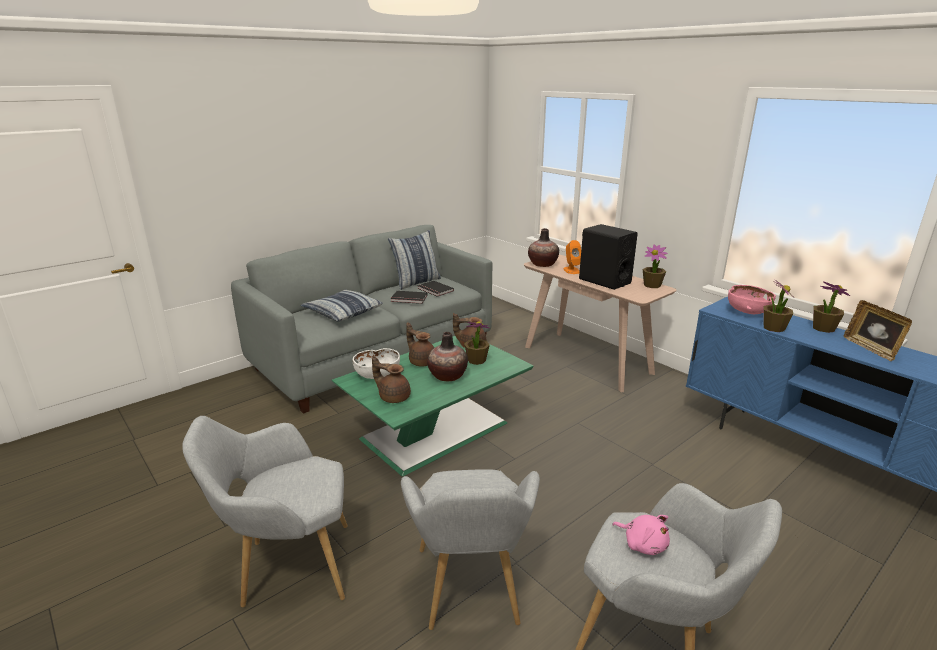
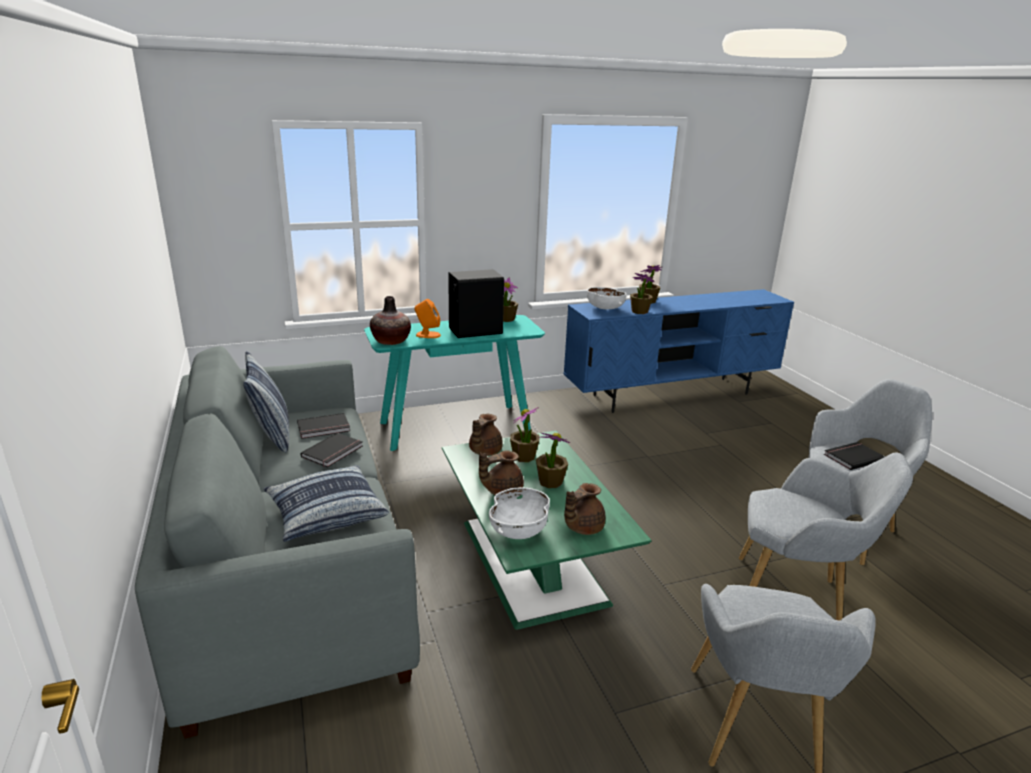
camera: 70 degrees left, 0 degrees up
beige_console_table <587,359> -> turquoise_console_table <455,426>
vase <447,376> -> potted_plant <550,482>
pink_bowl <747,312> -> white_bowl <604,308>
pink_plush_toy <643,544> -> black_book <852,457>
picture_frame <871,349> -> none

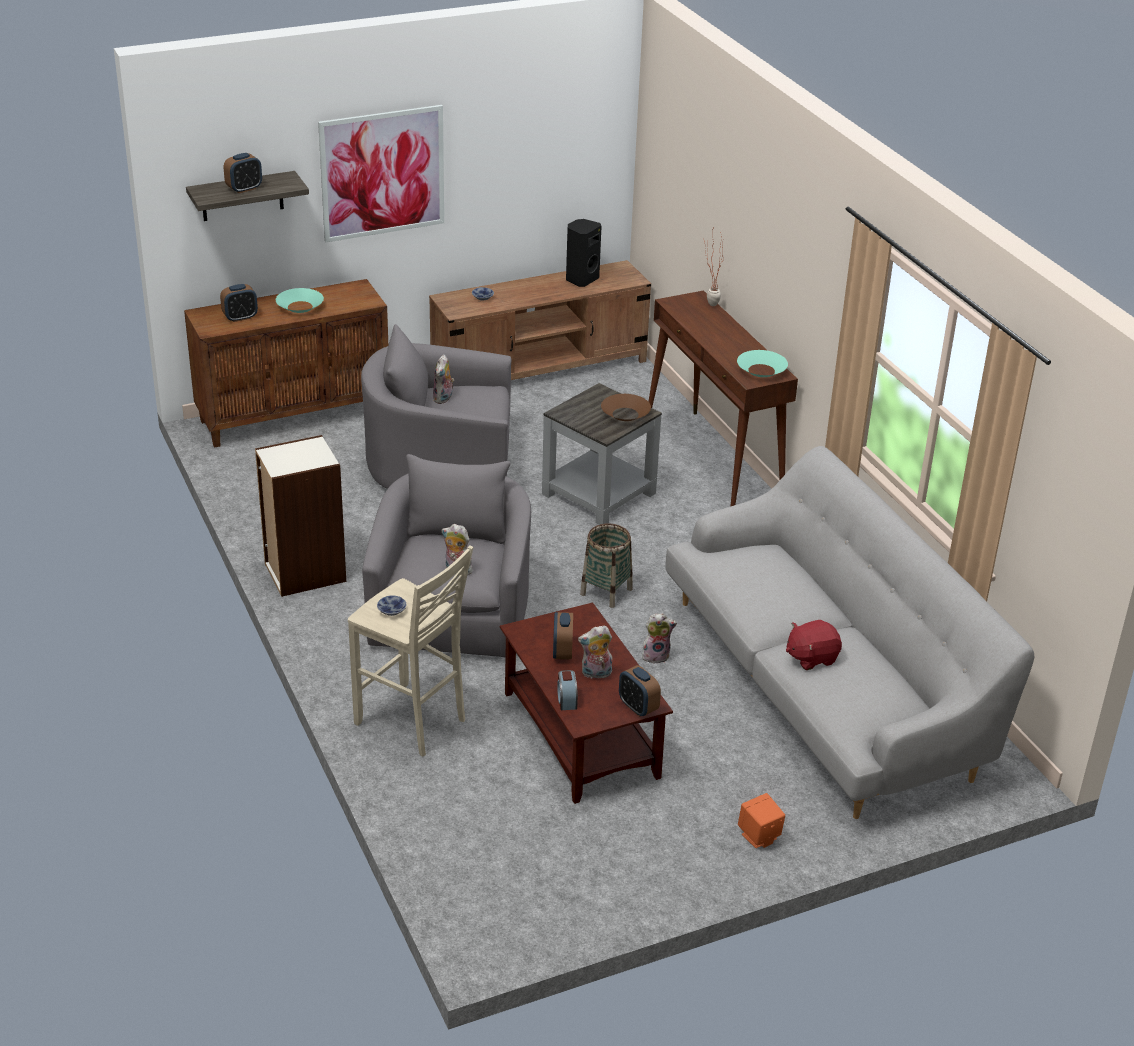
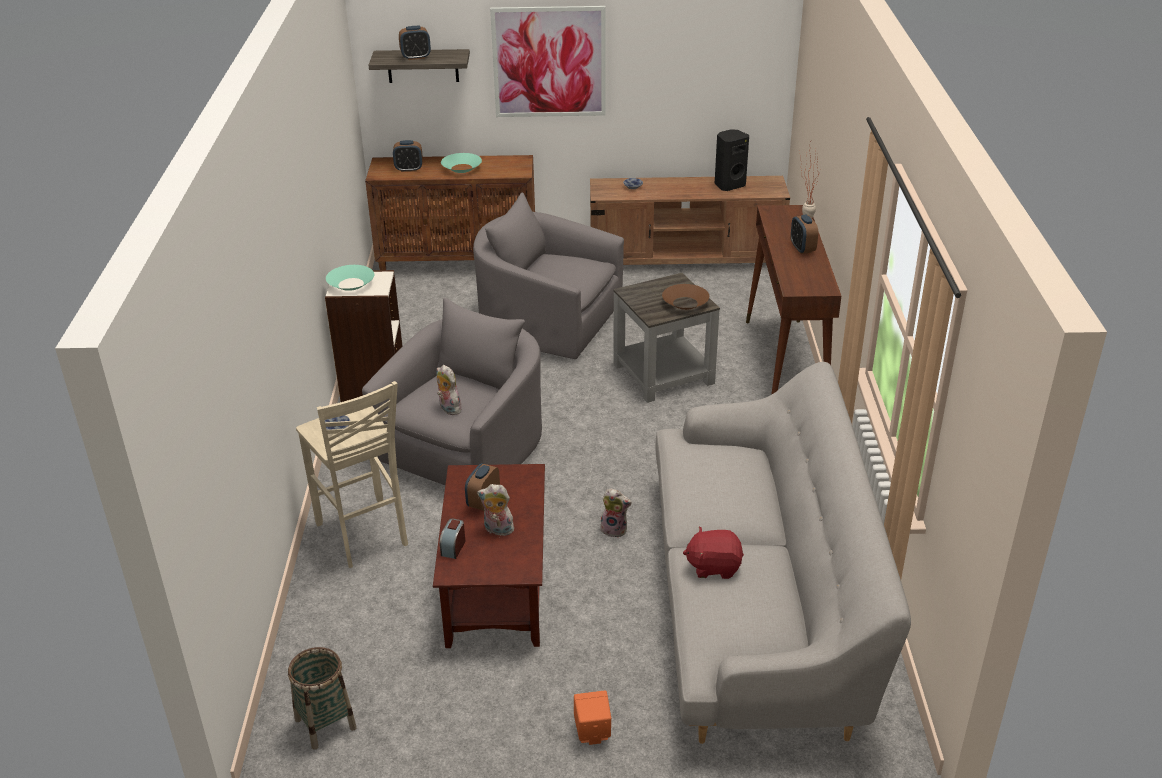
camera: 25 degrees right, 0 degrees up
basket <606,592> -> basket <325,723>, move
turquoise_bowl <761,370> -> turquoise_bowl <350,284>, move
alarm_clock <638,707> -> alarm_clock <802,249>, move
plush_toy <443,399> -> none

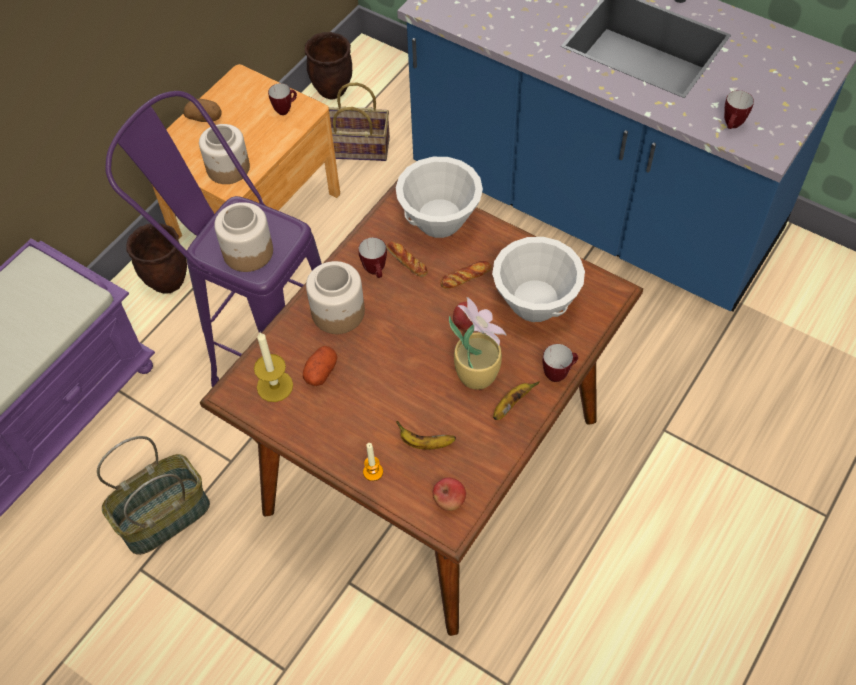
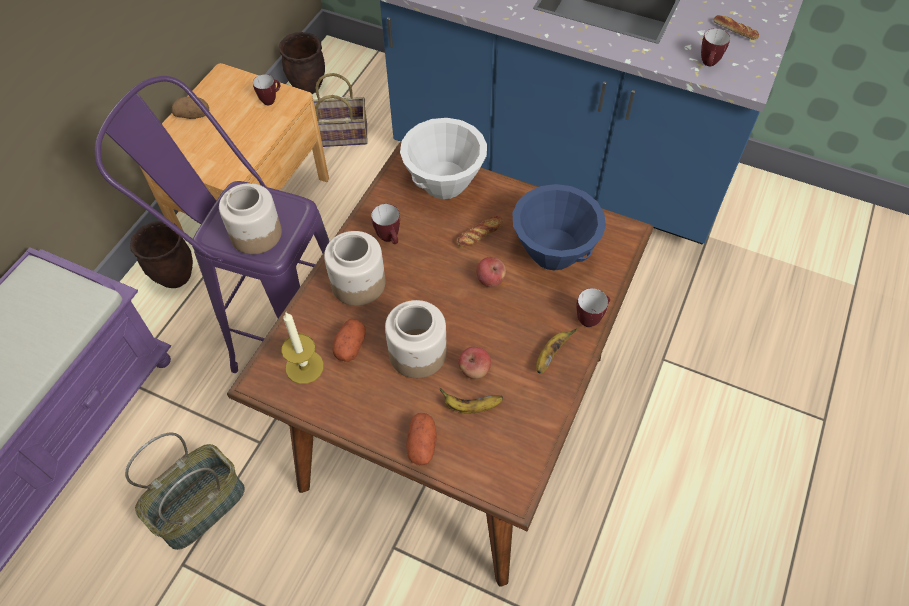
camera: 10 degrees left, 0 degrees up
jar <229,168> -> jar <418,353>, move
candle <373,472> -> potato <422,444>
apple <449,501> -> apple <474,370>, move
white_bowl <535,303> -> blue_bowl <553,252>
bread <407,261> -> bread <734,30>, move
potted_plant <476,373> -> none

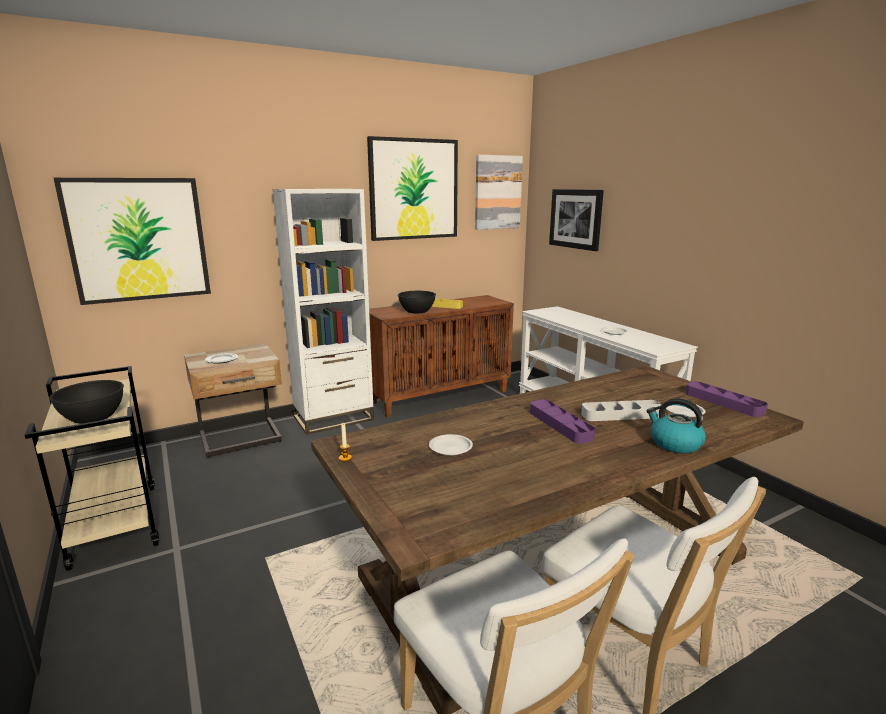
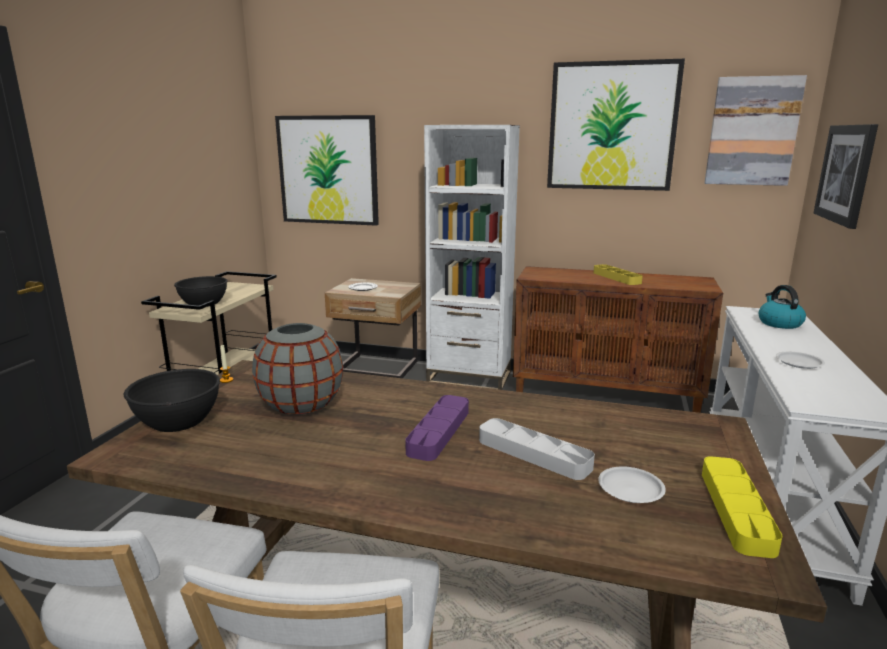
camera: 45 degrees right, 0 degrees up
black_bowl <417,311> -> black_bowl <178,421>, move
white_plate <451,448> -> grey_vase <301,406>
purple_tray <723,402> -> yellow_tray <736,509>
kettle <674,444> -> kettle <779,323>, move

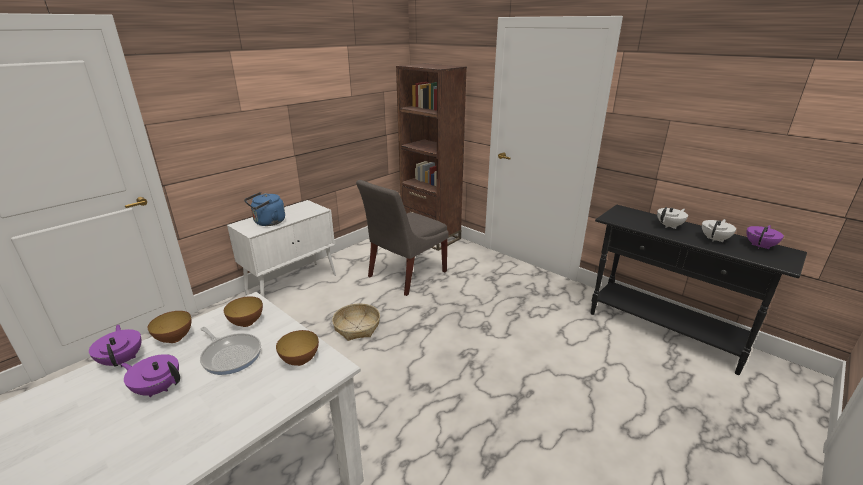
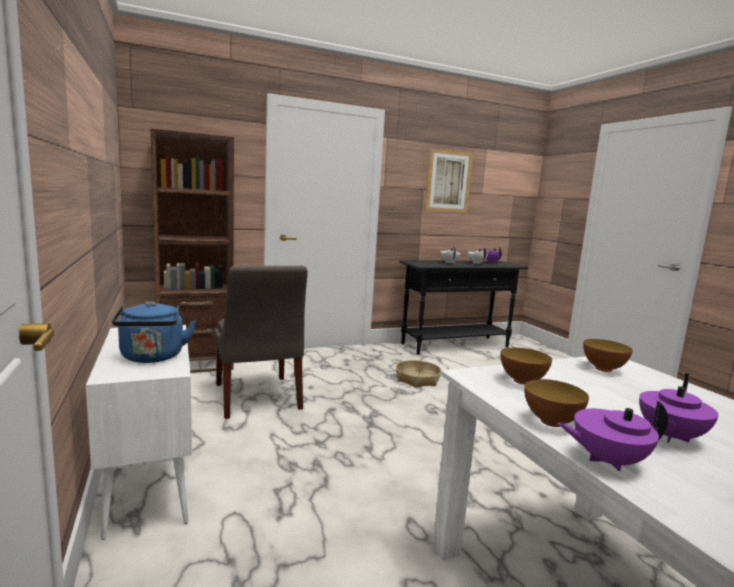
camera: 65 degrees left, 15 degrees down
basket <357,327> -> basket <417,379>, move
none -> picture <448,181>
frying_pan <231,355> -> none

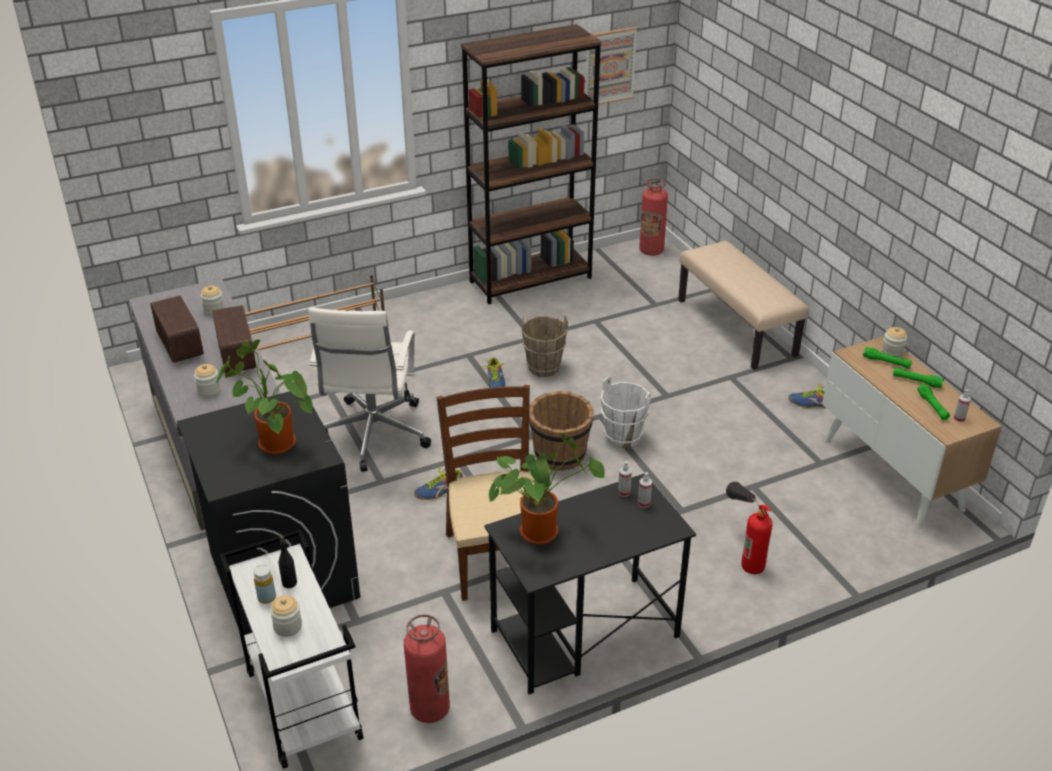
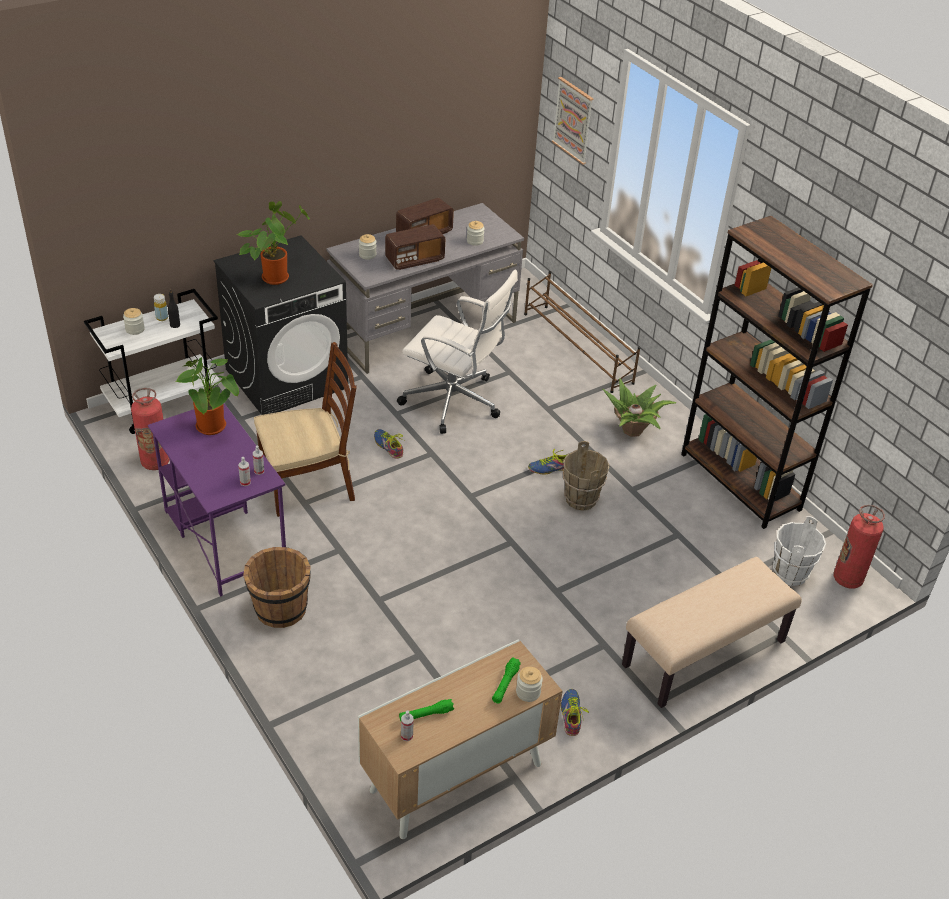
camera: 80 degrees right, 5 degrees up
black_desk <583,634> -> purple_desk <224,538>
brown_bucket <560,455> -> brown_bucket <280,609>, move
white_office_chair <372,435> -> white_office_chair <454,402>, 150 degrees counterclockwise
picture <609,66> -> picture <573,120>, move
none -> potted_plant <633,430>
white_bucket <622,437> -> white_bucket <789,574>, move
fire_extinguisher <744,550> -> none
green_flashlight <916,381> -> none

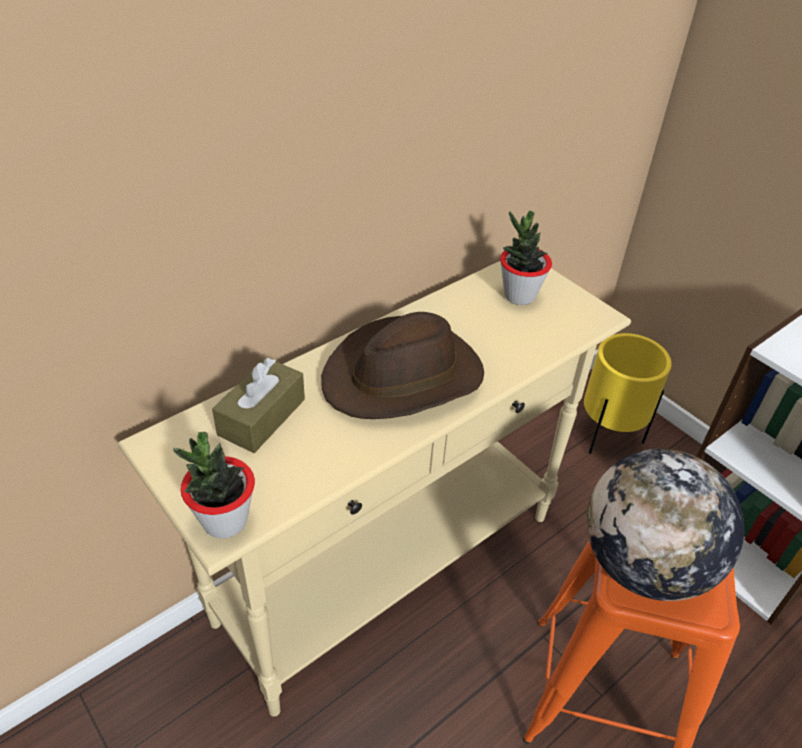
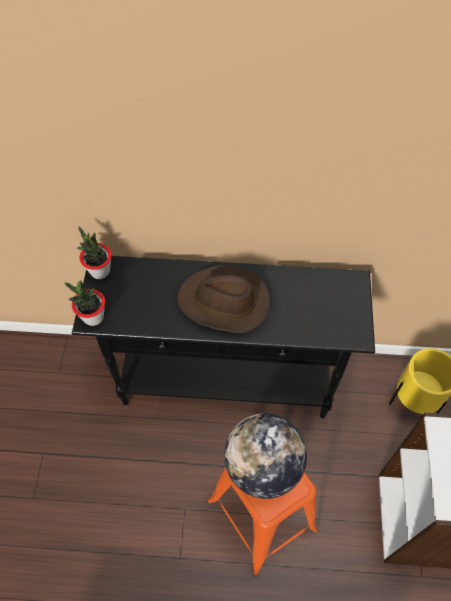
camera: 45 degrees right, 15 degrees up
beige_console_table <390,568> -> black_console_table <226,382>
potted_plant <519,296> -> potted_plant <100,271>, move
brown_tissue_box <262,417> -> none

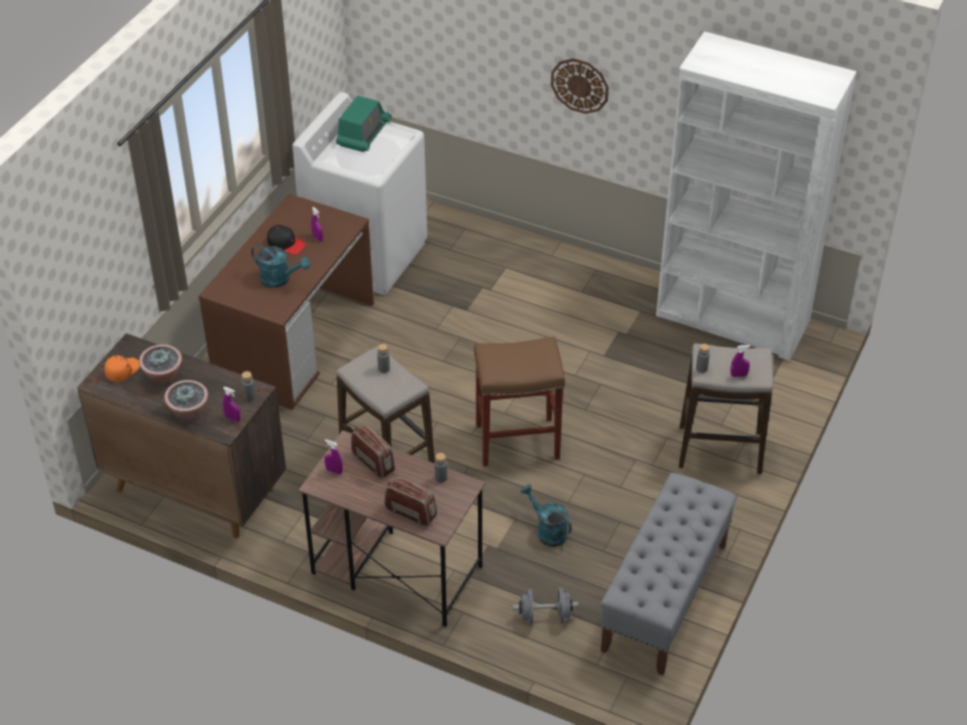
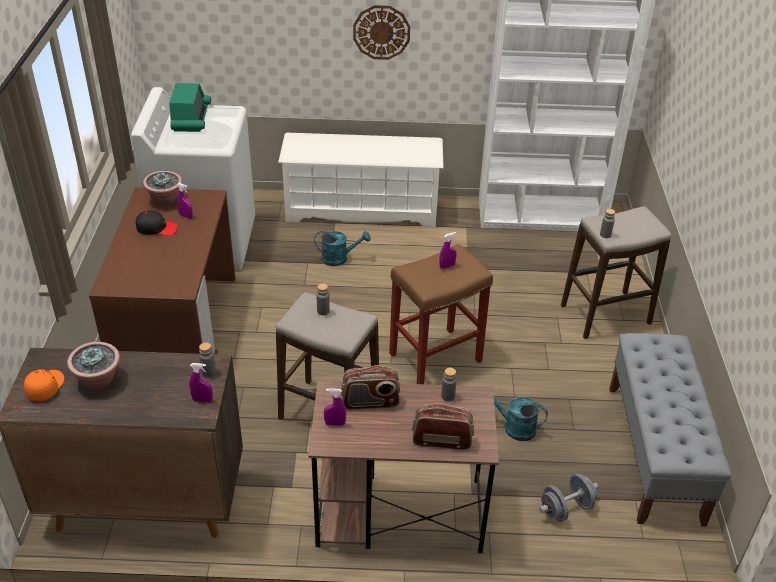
camera: 25 degrees left, 5 degrees down
potted_plant <189,413> -> potted_plant <165,200>, move
none -> white_shoe_rack <362,209>
turquoise_watering_can <280,279> -> turquoise_watering_can <339,258>, move
radio <373,462> -> radio <370,402>, 150 degrees clockwise
purple_spray_bottle <738,375> -> purple_spray_bottle <447,266>, move

